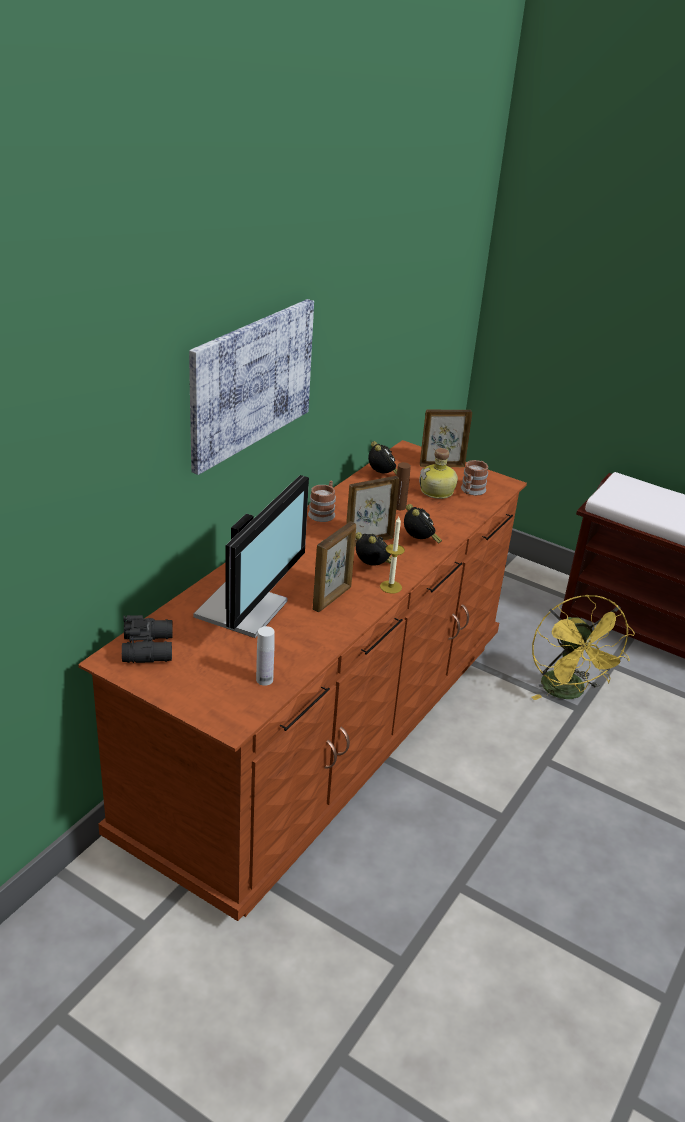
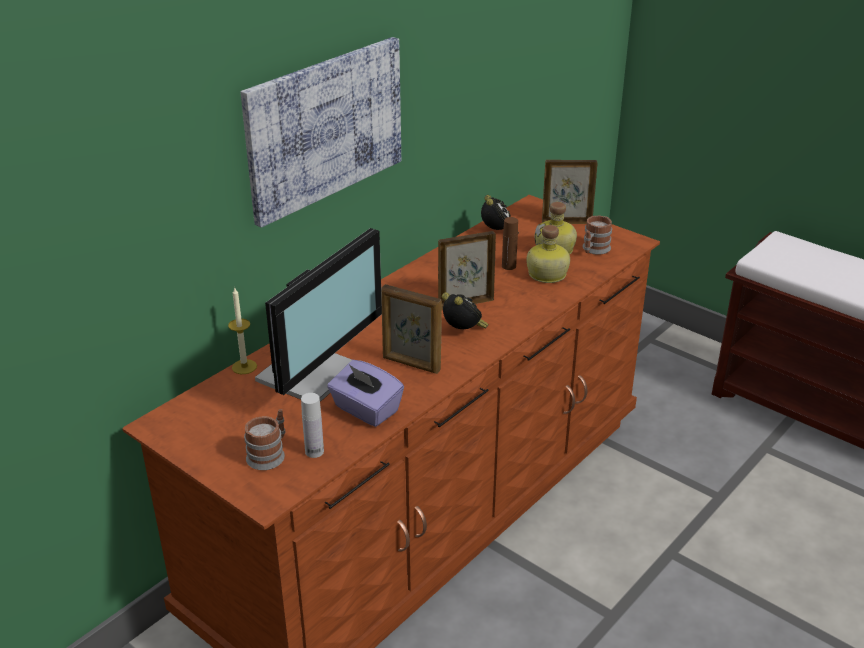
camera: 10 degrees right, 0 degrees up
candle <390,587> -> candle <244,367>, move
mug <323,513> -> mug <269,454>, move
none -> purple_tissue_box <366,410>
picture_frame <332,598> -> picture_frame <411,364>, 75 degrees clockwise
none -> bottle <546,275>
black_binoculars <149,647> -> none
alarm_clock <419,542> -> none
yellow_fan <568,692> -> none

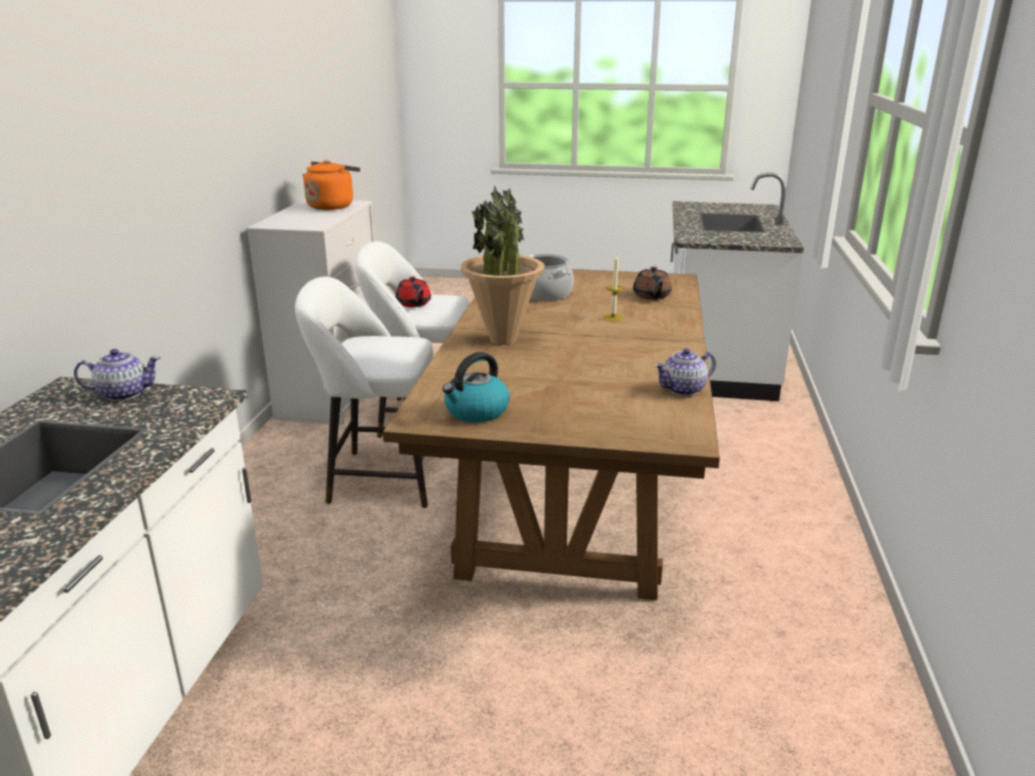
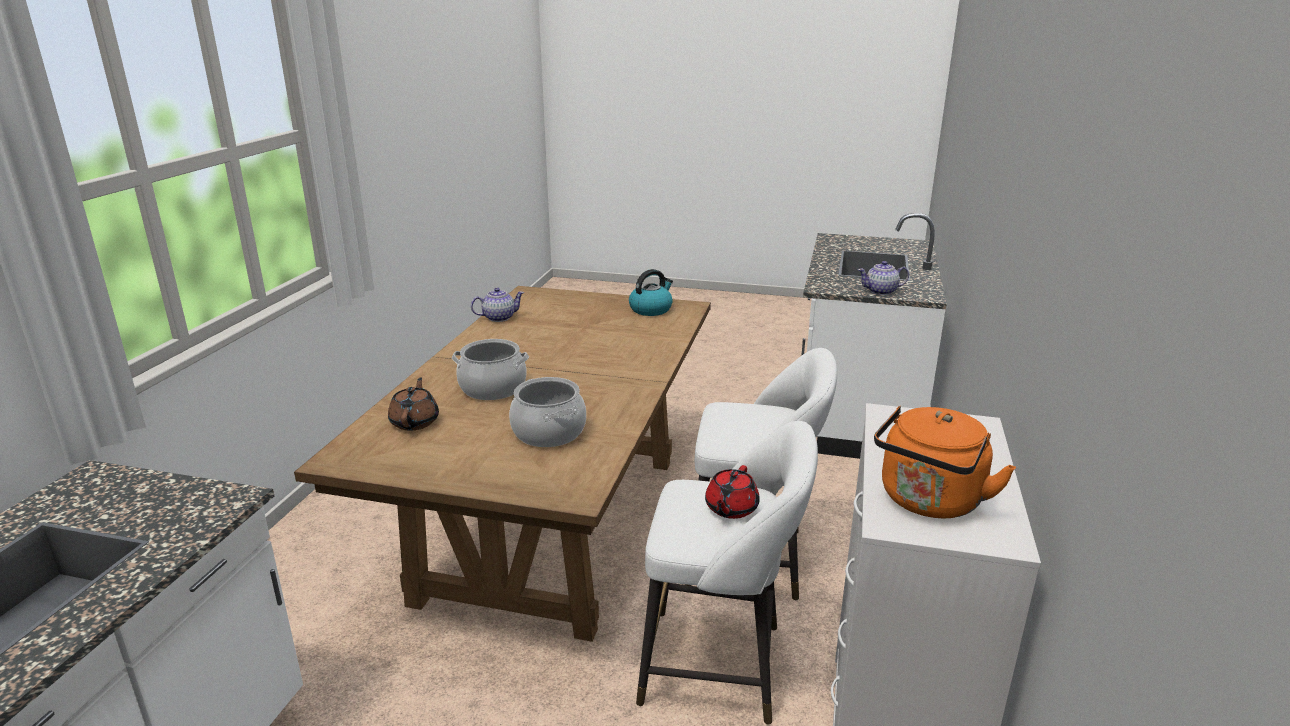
camera: 175 degrees left, 0 degrees up
candle <613,318> -> cooking_pot <493,388>
red_teapot <414,304> -> red_teapot <730,509>, 135 degrees counterclockwise
potted_plant <503,340> -> none

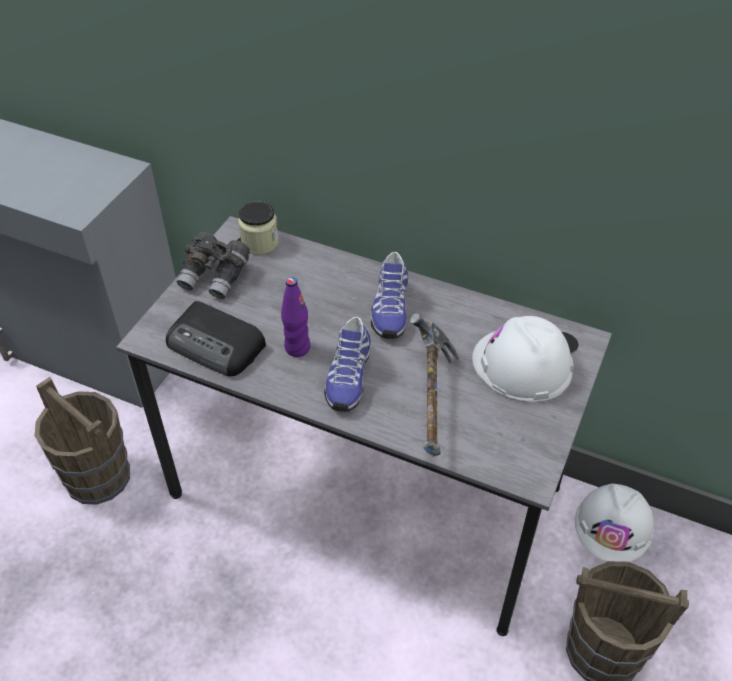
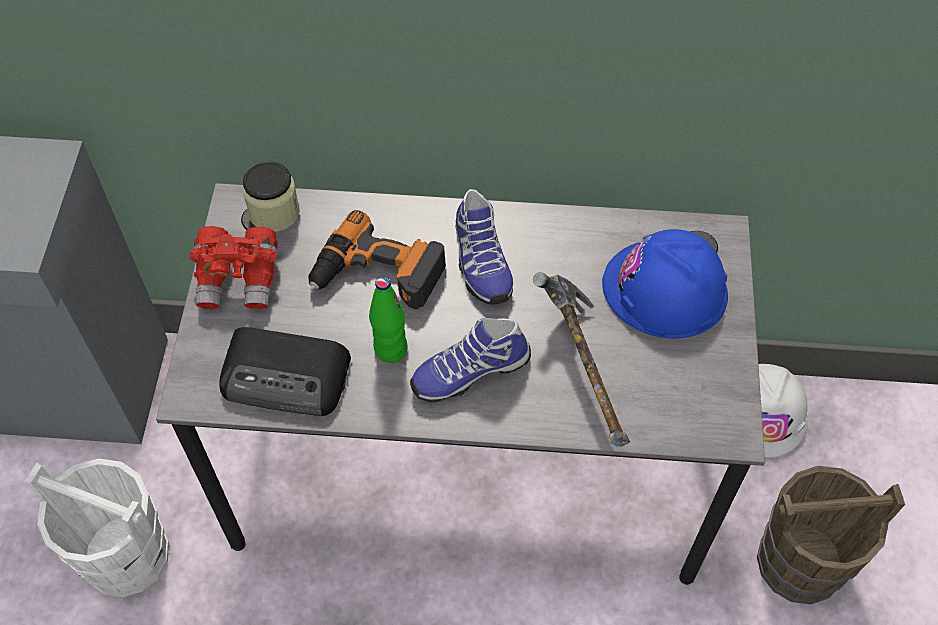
camera: 20 degrees left, 10 degrees up
brown_bucket <98,477> -> white_bucket <127,556>
grey_binoculars <215,277> -> red_binoculars <239,279>
none -> power_drill <377,275>
purple_bottle <297,348> -> green_bottle <390,349>
shoe <347,377> -> shoe <469,370>, 75 degrees clockwise
white_hard_hat <521,365> -> blue_hard_hat <665,289>

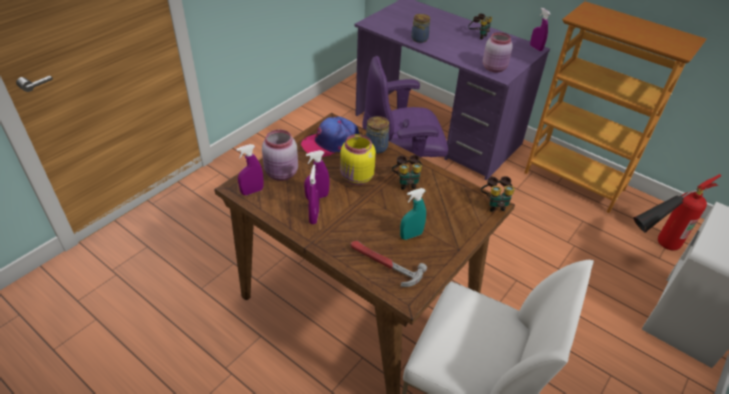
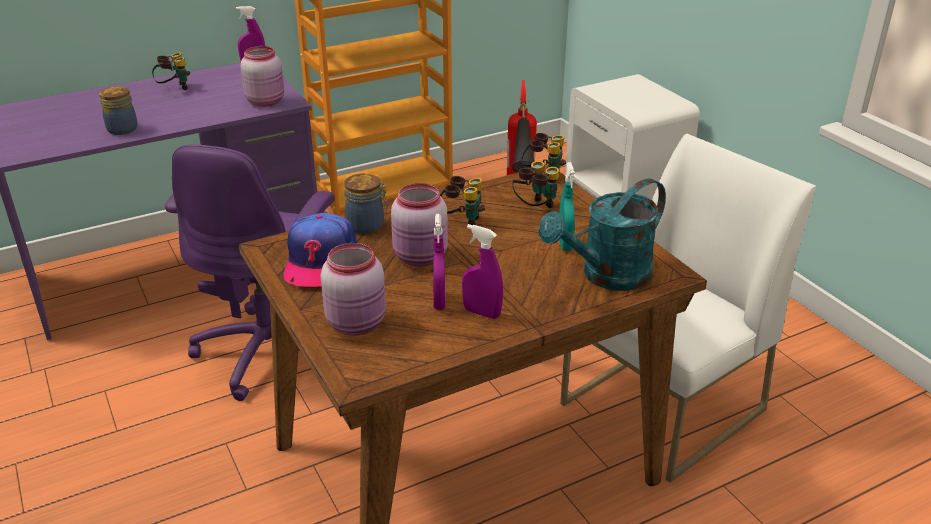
camera: 65 degrees left, 10 degrees down
yellow_jar <356,178> -> pink_jar <422,257>
none -> binoculars <535,208>
hammer <384,264> -> turquoise_watering_can <607,276>
purple_spray_bottle <252,191> -> none

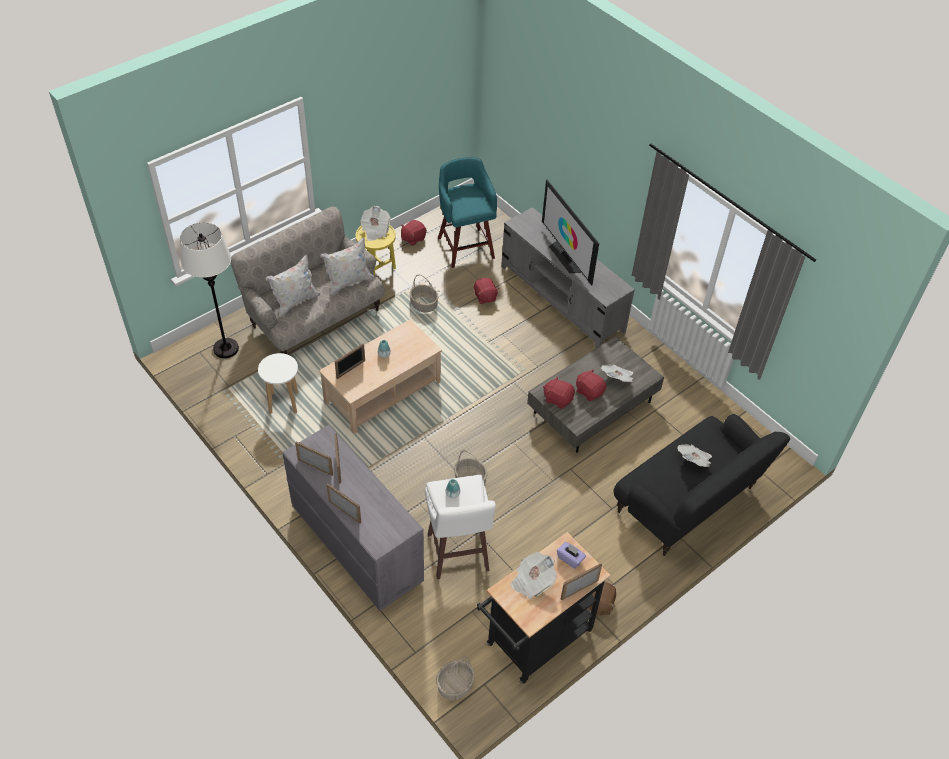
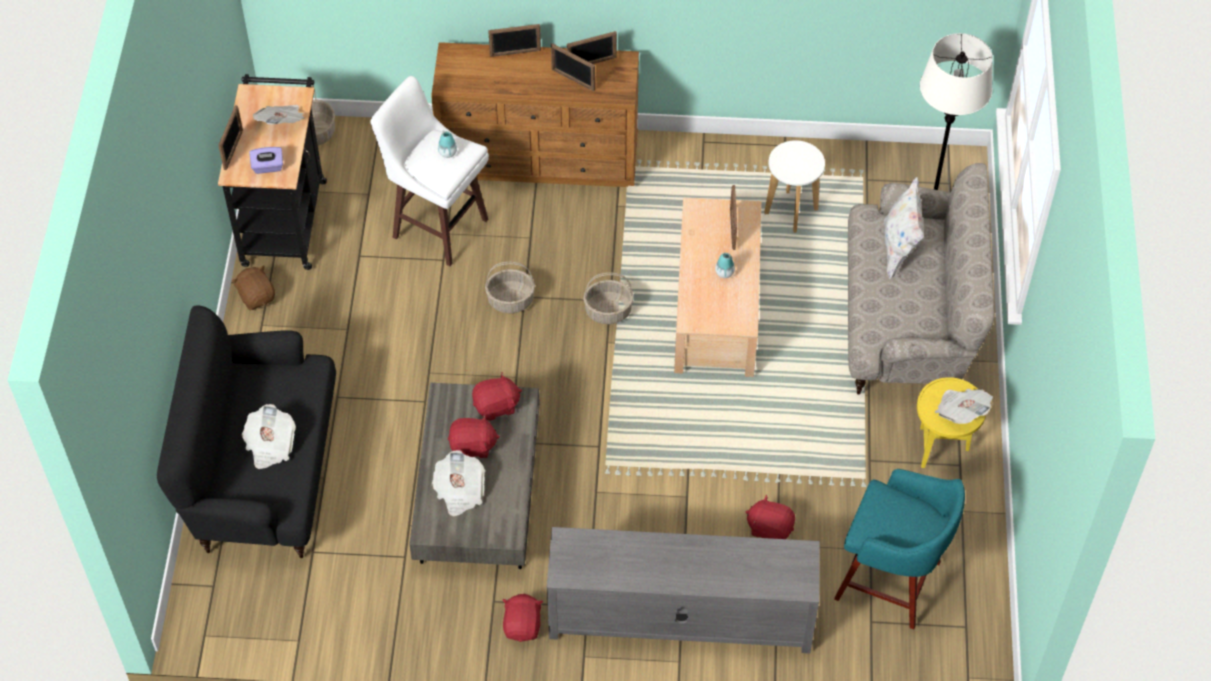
camera: 135 degrees right, 5 degrees up
grey_dresser <356,543> -> brown_dresser <540,158>
red_plush_toy <413,238> -> red_plush_toy <523,625>, move
basket <423,305> -> basket <608,311>, move
white_pillow <348,282> -> none
television <567,257> -> none

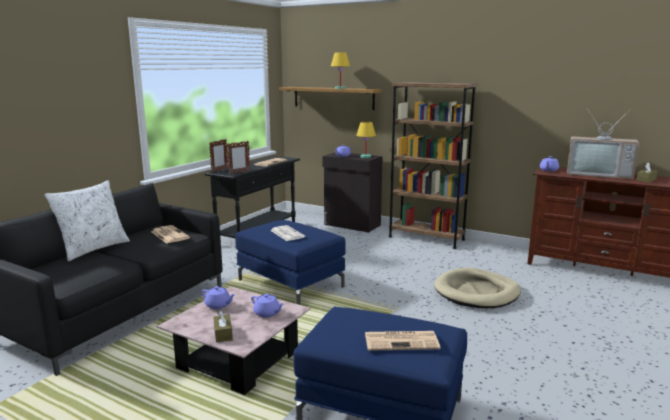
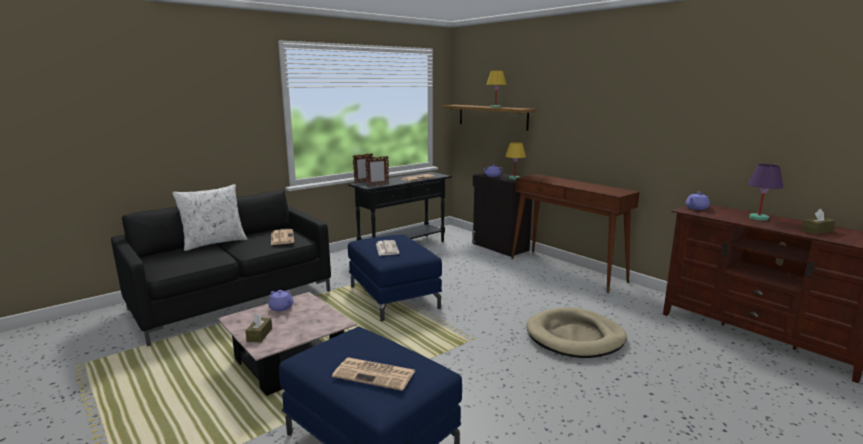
camera: 20 degrees right, 0 degrees up
brown_bookcase <426,238> -> brown_console_table <567,270>
television <599,174> -> purple_table_lamp <759,218>
purple_teapot <267,313> -> none

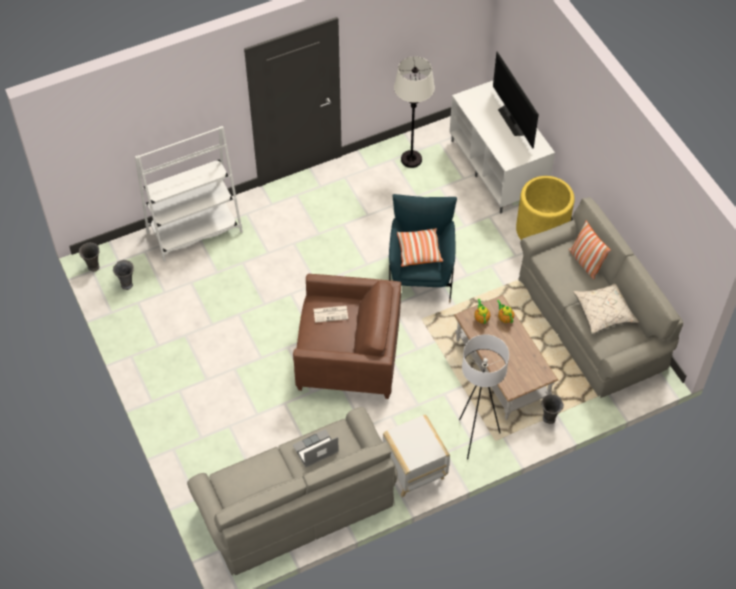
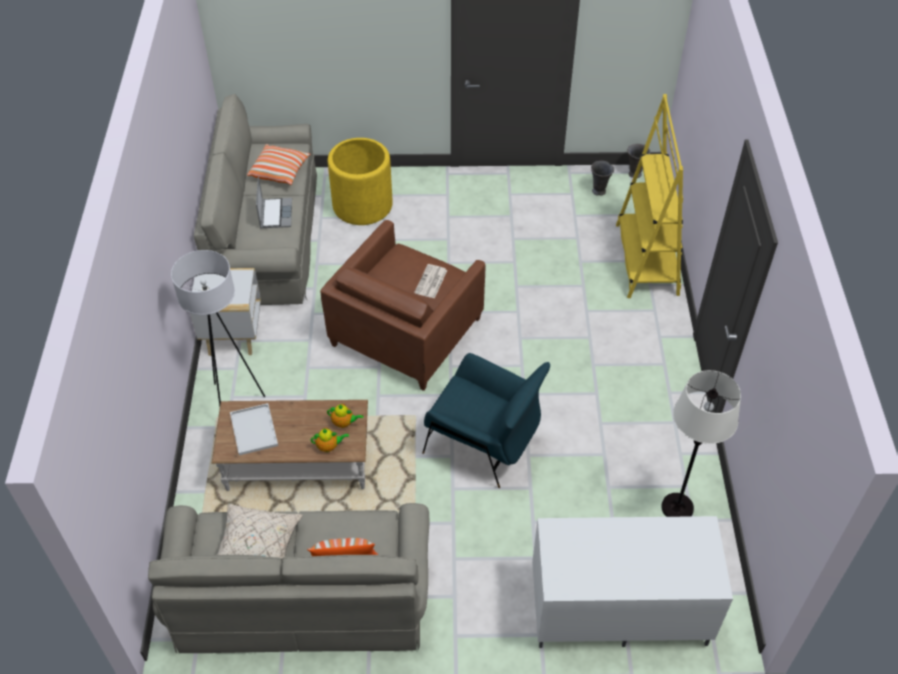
camera: 115 degrees right, 5 degrees down
none -> white_tray <254,430>
pillow <418,251> -> pillow <280,171>, move
yellow_planter <542,230> -> yellow_planter <362,205>, move
white_bookcase <195,232> -> yellow_bookcase <646,259>
television <513,120> -> none
grey_vase <549,419> -> none

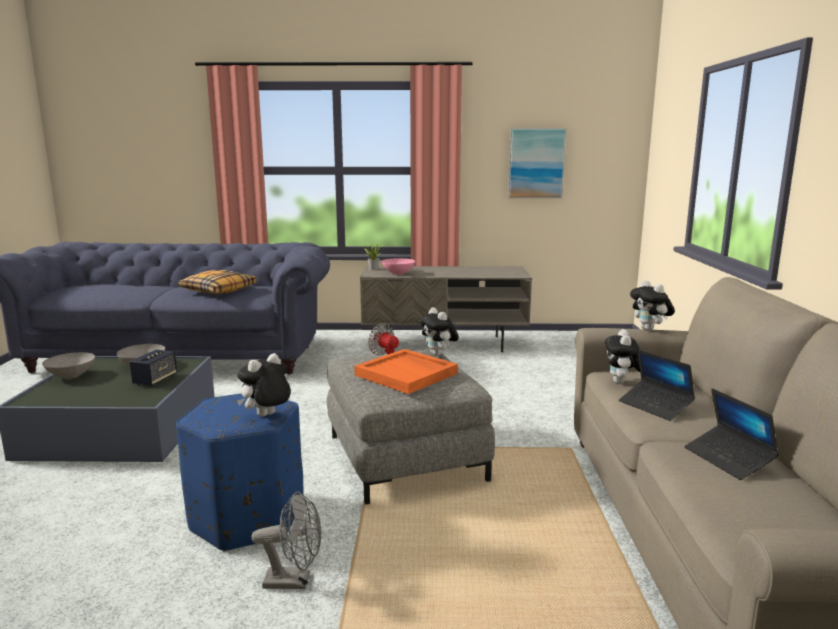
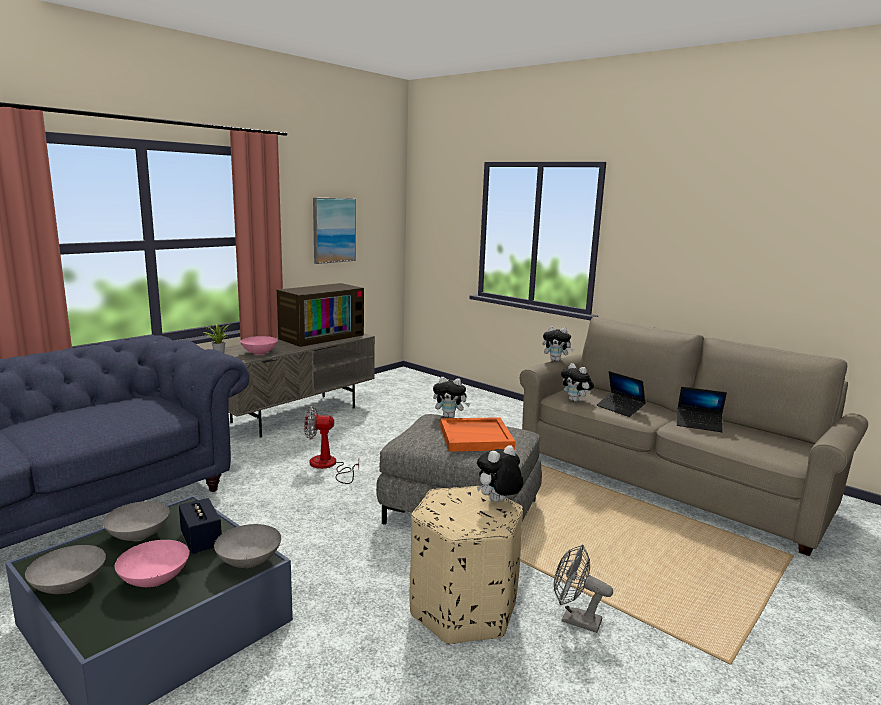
camera: 50 degrees left, 0 degrees up
none -> pink_bowl <155,580>
none -> grey_bowl <248,562>
none -> television <321,336>
blue_ottoman <246,518> -> beige_ottoman <462,610>
plush_toy <266,416> -> plush_toy <498,502>, 60 degrees clockwise
grey_fan <294,581> -> grey_fan <574,620>, 105 degrees counterclockwise
laptop <655,406> -> laptop <620,409>, 45 degrees clockwise
pillow <218,290> -> none

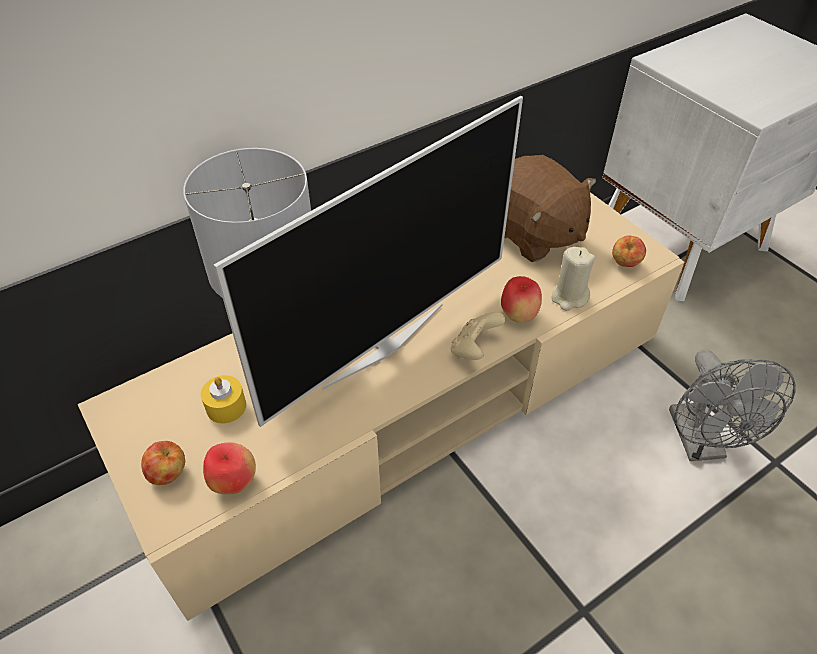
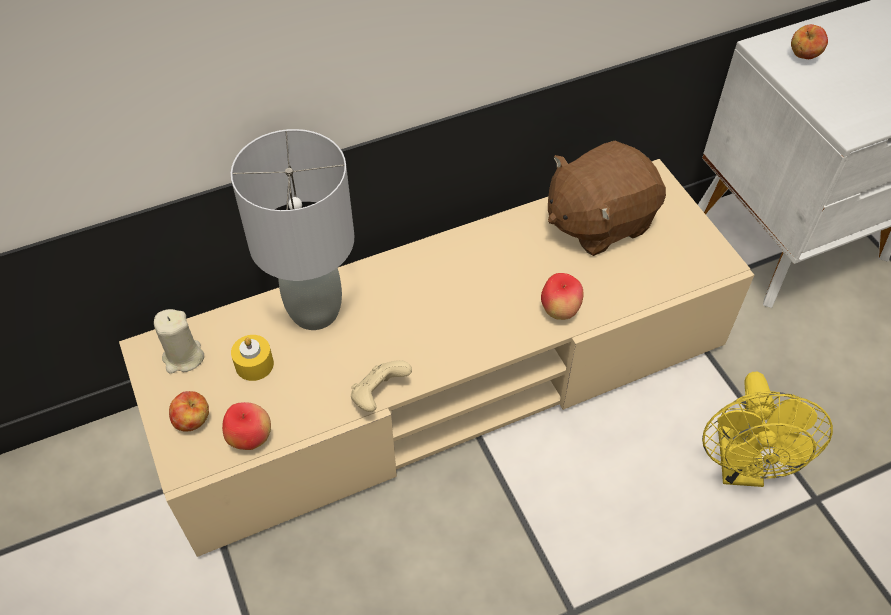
camera: 10 degrees right, 5 degrees up
beige_candle <569,297> -> beige_candle <183,357>, move
beige_game_controller <474,349> -> beige_game_controller <379,395>, move
brown_plush_toy <532,234> -> brown_plush_toy <598,221>, 90 degrees clockwise
grey_fan <701,443> -> yellow_fan <741,467>
apple <625,263> -> apple <803,56>, move
television <383,343> -> none

